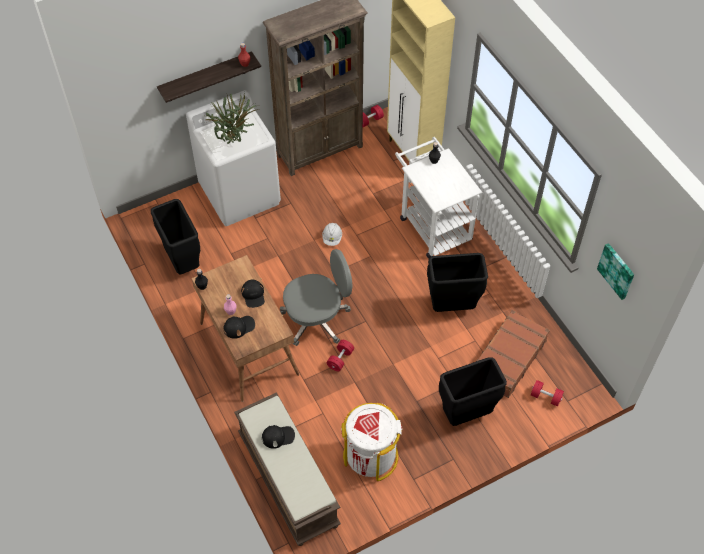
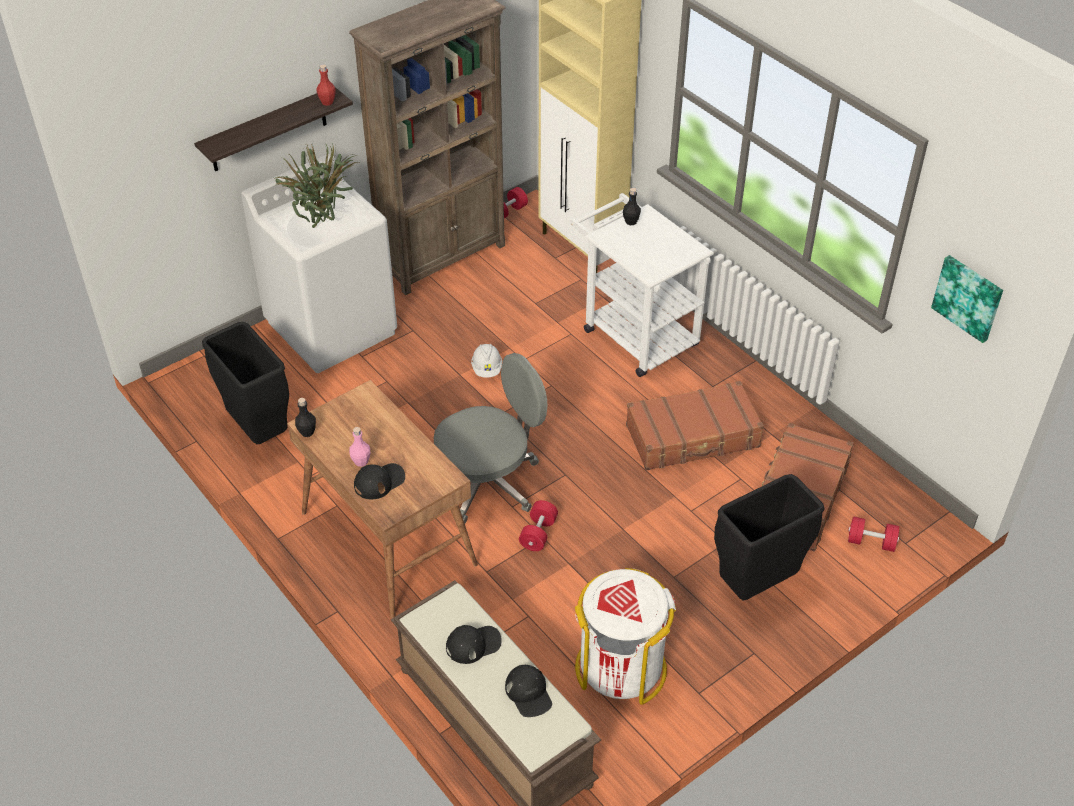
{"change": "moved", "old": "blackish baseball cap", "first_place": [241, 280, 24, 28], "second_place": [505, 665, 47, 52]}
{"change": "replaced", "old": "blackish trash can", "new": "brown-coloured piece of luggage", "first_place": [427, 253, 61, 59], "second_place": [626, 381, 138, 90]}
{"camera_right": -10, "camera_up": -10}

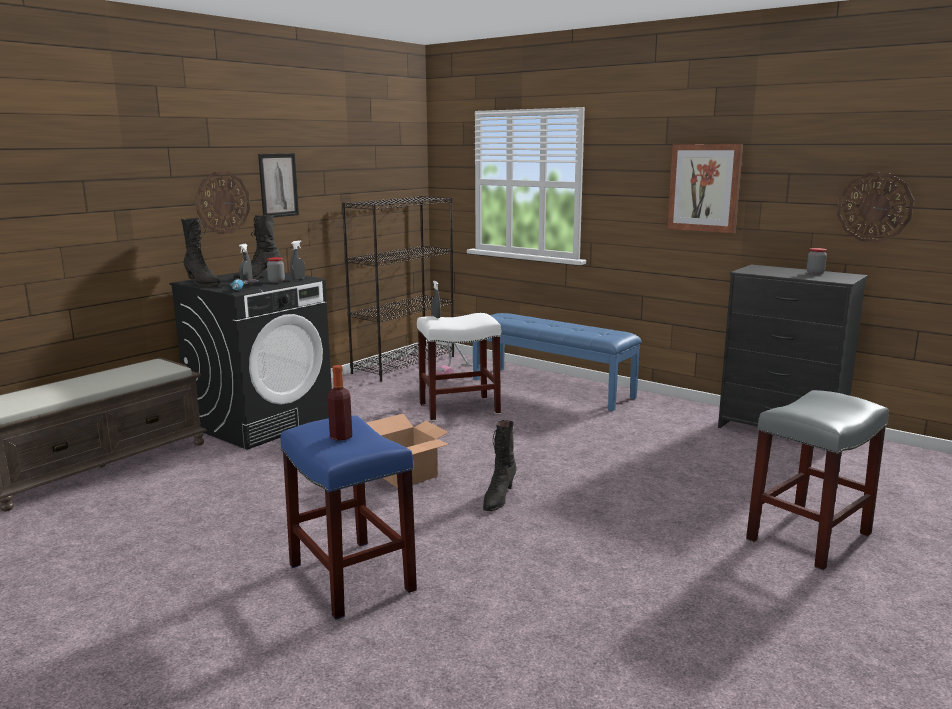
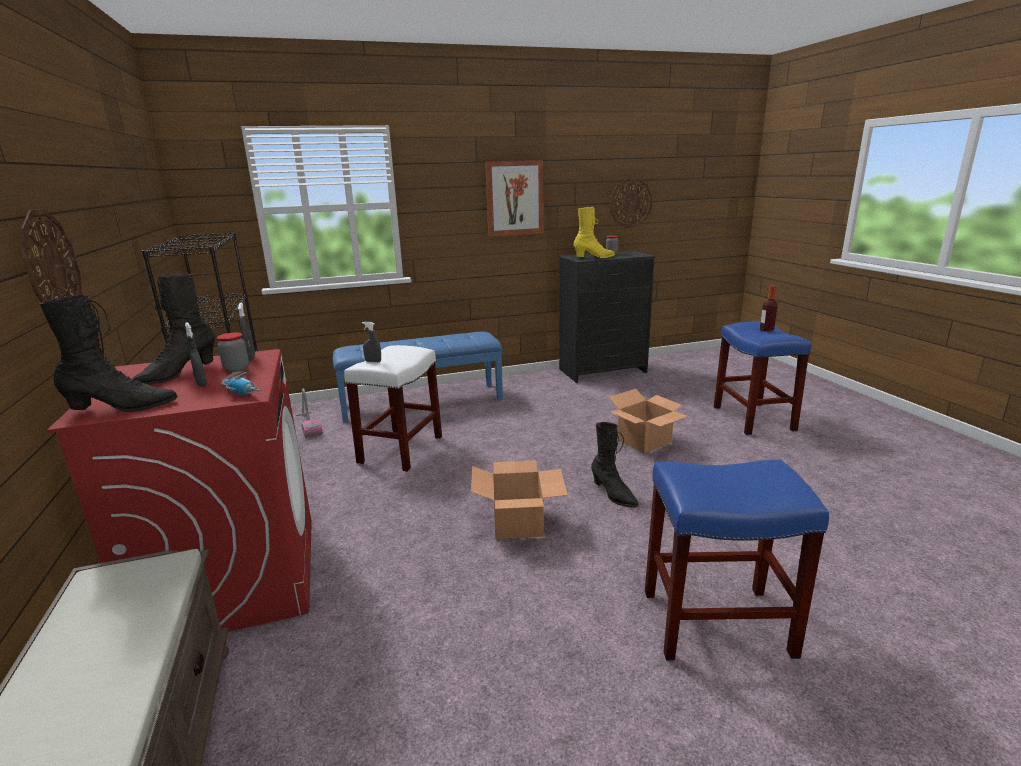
{"change": "recoloured", "old": "blackish laundry machine", "new": "reddish laundry machine", "first_place": [169, 270, 163, 180], "second_place": [47, 349, 265, 283]}
{"change": "turned", "old": "blackish high-top boot", "first_place": [233, 215, 48, 64], "second_place": [132, 274, 83, 111], "degrees": 45}
{"change": "removed", "old": "wall art", "first_place": [258, 153, 41, 64]}
{"change": "moved", "old": "drink bottle", "first_place": [328, 365, 24, 76], "second_place": [760, 285, 18, 46]}
{"change": "recoloured", "old": "greyish stool", "new": "bluish stool", "first_place": [746, 390, 143, 181], "second_place": [714, 322, 97, 113]}
{"change": "added", "new": "yellowish high-top boot", "second_place": [574, 207, 41, 51]}
{"change": "added", "new": "packing box", "second_place": [608, 389, 80, 64]}
{"camera_right": -55, "camera_up": 5}

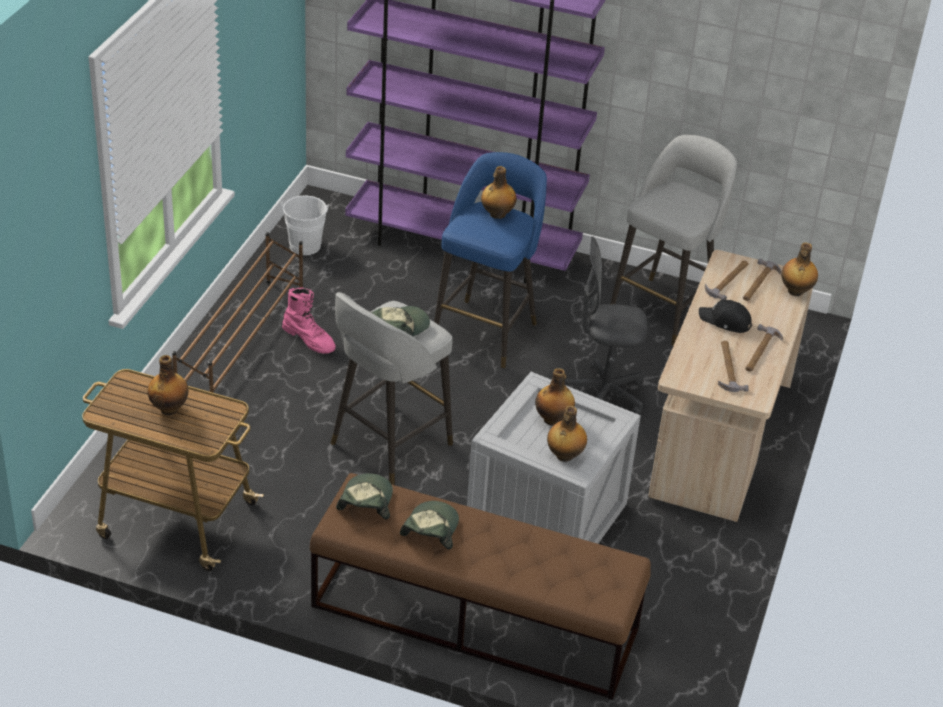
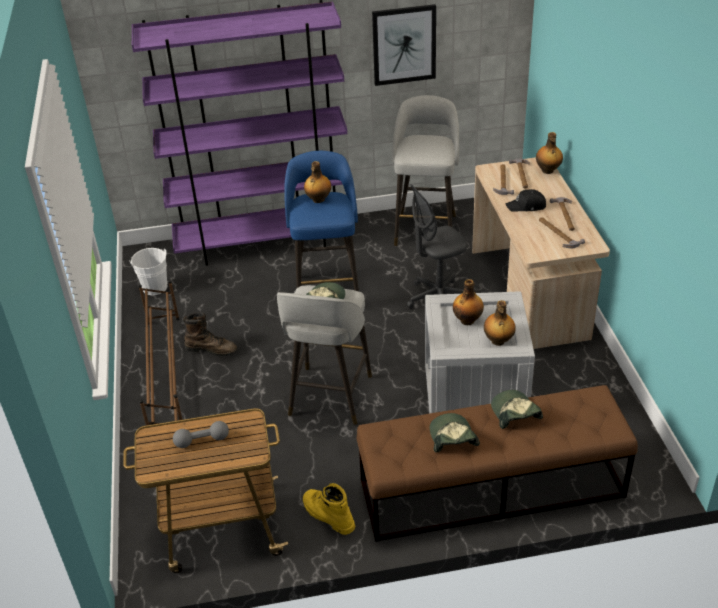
{"change": "replaced", "old": "drink bottle", "new": "greyish dumbbell", "first_place": [148, 355, 41, 60], "second_place": [173, 421, 56, 27]}
{"change": "recoloured", "old": "pinkish high-top boot", "new": "brown-coloured high-top boot", "first_place": [282, 288, 54, 65], "second_place": [184, 312, 54, 44]}
{"change": "moved", "old": "baseball cap", "first_place": [336, 473, 57, 46], "second_place": [491, 390, 52, 39]}
{"change": "added", "new": "yellowish high-top boot", "second_place": [303, 483, 52, 52]}
{"change": "added", "new": "wall art", "second_place": [372, 4, 64, 82]}
{"camera_right": -25, "camera_up": 0}

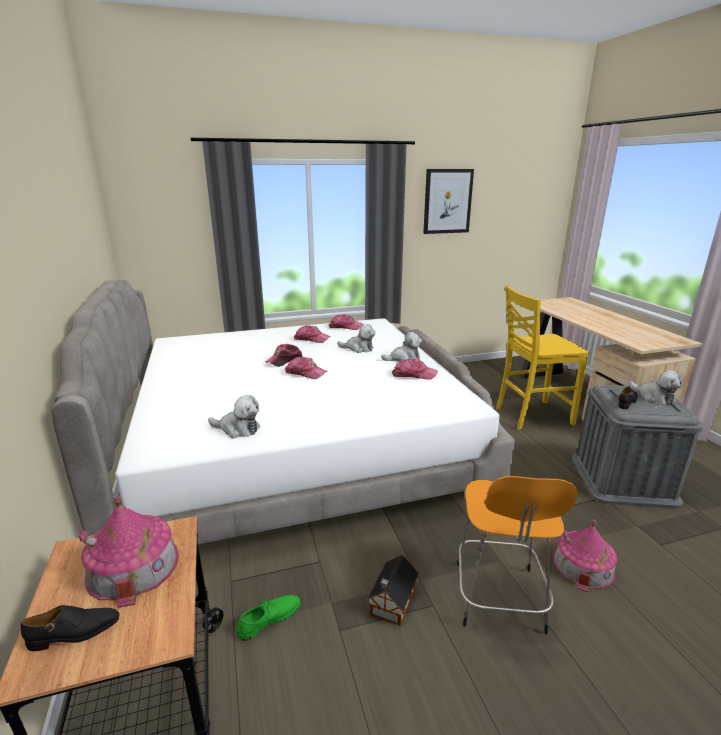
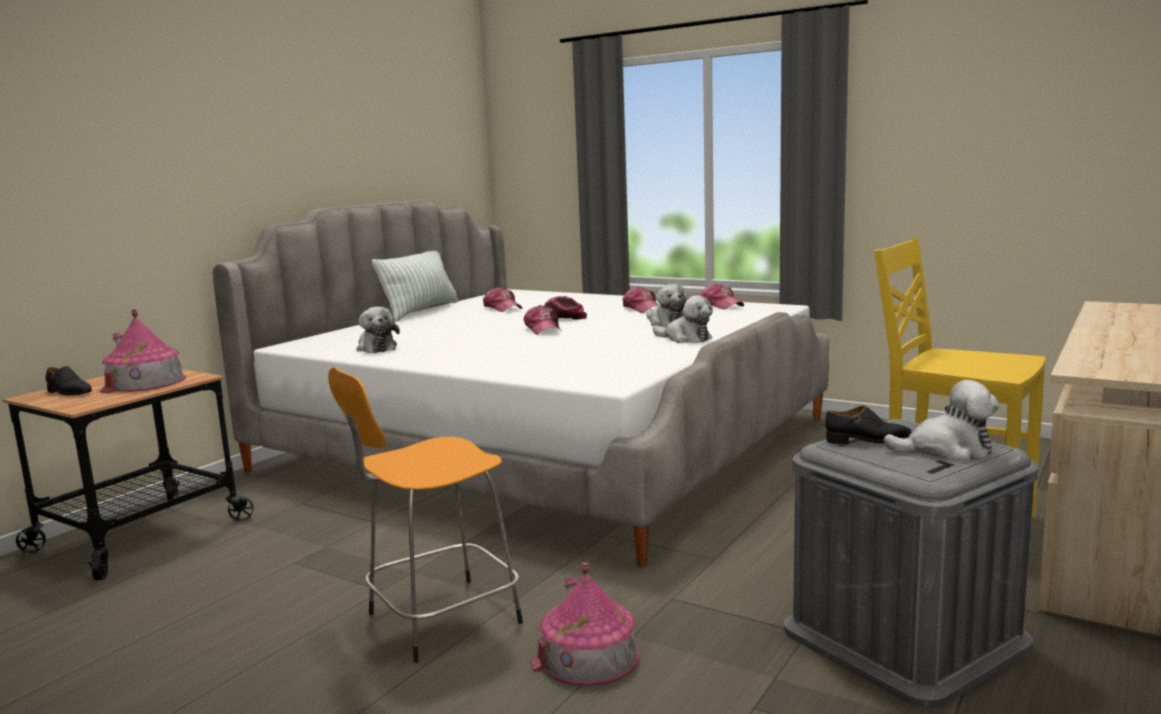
{"change": "removed", "old": "green-coloured shoe", "first_place": [236, 595, 64, 46]}
{"change": "removed", "old": "toy house", "first_place": [367, 555, 52, 70]}
{"change": "moved", "old": "baseball cap", "first_place": [392, 359, 46, 21], "second_place": [483, 287, 39, 25]}
{"change": "removed", "old": "wall art", "first_place": [423, 169, 51, 65]}
{"change": "turned", "old": "cuddly toy", "first_place": [629, 370, 53, 35], "second_place": [884, 380, 116, 82], "degrees": -105}
{"change": "added", "new": "throw pillow", "second_place": [372, 251, 86, 71]}
{"camera_right": 50, "camera_up": -10}

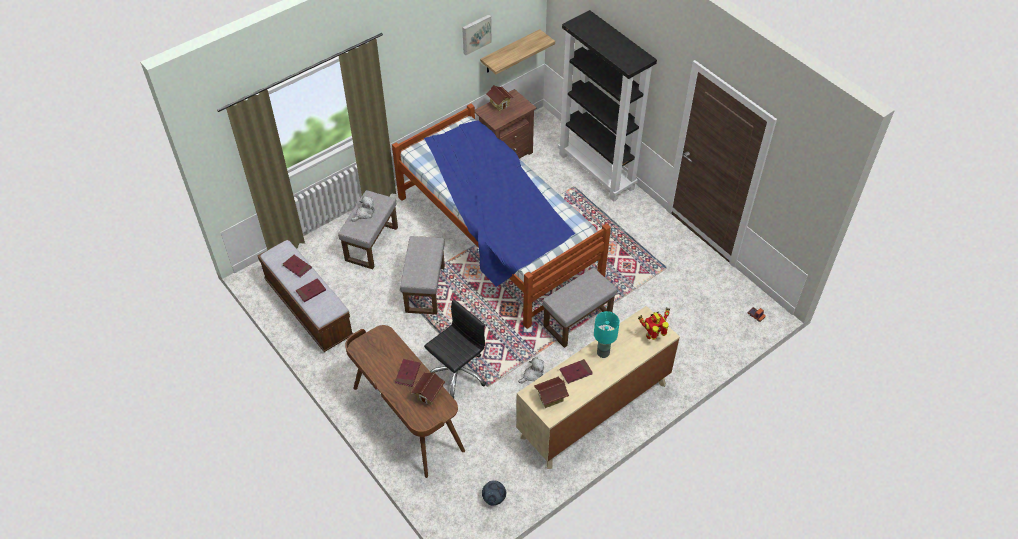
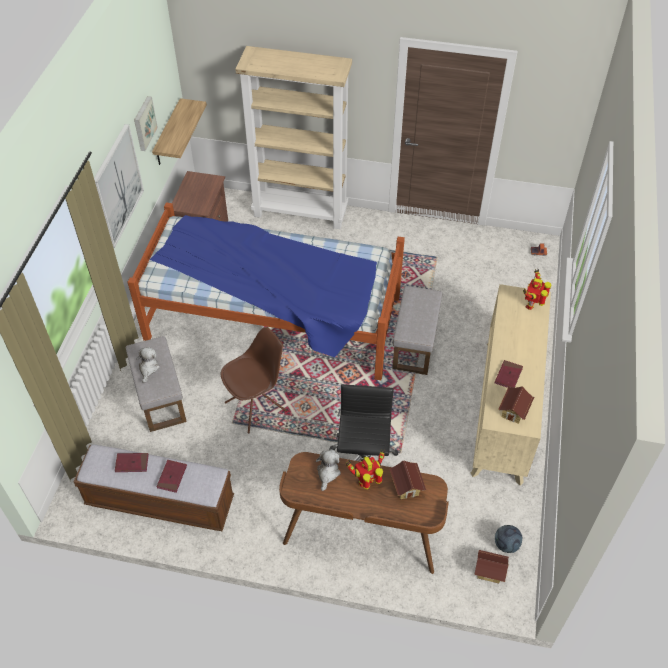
{"change": "replaced", "old": "reddish bound book", "new": "model robot", "first_place": [395, 359, 26, 28], "second_place": [346, 449, 40, 40]}
{"change": "replaced", "old": "greyish ottoman", "new": "brown-coloured upright chair", "first_place": [400, 236, 45, 78], "second_place": [221, 327, 66, 106]}
{"change": "moved", "old": "toy house", "first_place": [487, 85, 26, 26], "second_place": [475, 550, 34, 33]}
{"change": "moved", "old": "cuddly toy", "first_place": [518, 357, 26, 26], "second_place": [316, 449, 25, 42]}
{"change": "recoloured", "old": "blackish bookshelf", "new": "beige bookshelf", "first_place": [558, 10, 99, 191], "second_place": [235, 46, 117, 183]}
{"change": "removed", "old": "turquoise-coloured tabletop lamp", "first_place": [594, 311, 26, 47]}
{"change": "added", "new": "wall art", "second_place": [94, 124, 50, 124]}
{"camera_right": -40, "camera_up": 0}

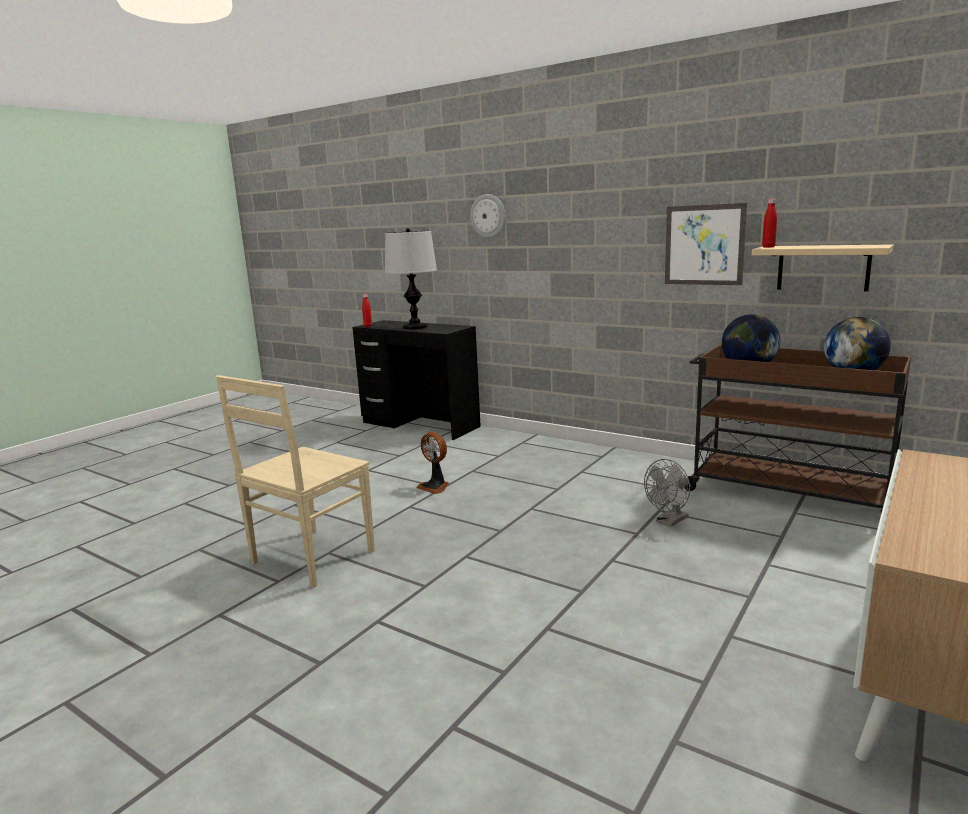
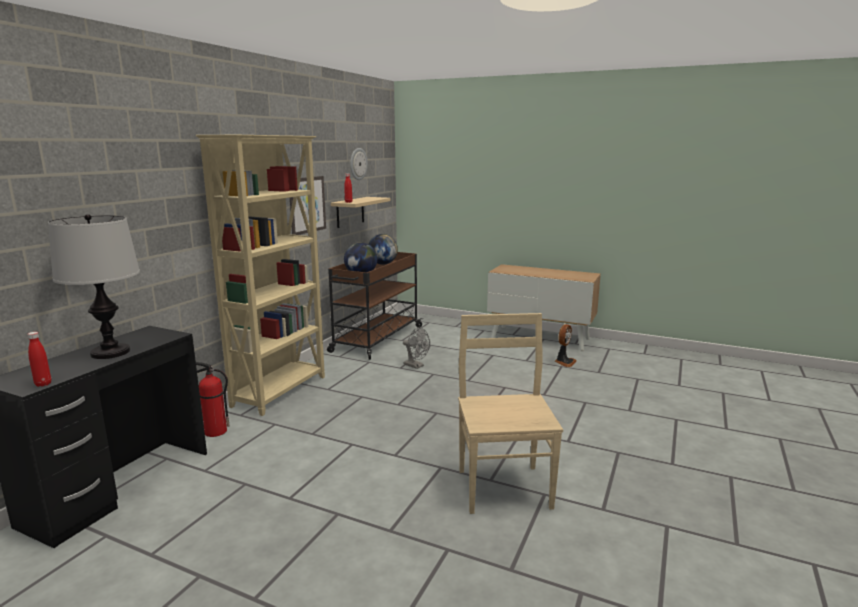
{"change": "turned", "old": "beige upright chair", "first_place": [216, 375, 159, 213], "second_place": [458, 313, 105, 201], "degrees": -120}
{"change": "moved", "old": "electric fan", "first_place": [416, 432, 33, 62], "second_place": [555, 324, 21, 43]}
{"change": "moved", "old": "hanging clock", "first_place": [470, 194, 36, 44], "second_place": [350, 148, 18, 32]}
{"change": "added", "new": "beige bookshelf", "second_place": [196, 135, 129, 281]}
{"change": "added", "new": "fire-fighting cylinder", "second_place": [196, 362, 33, 75]}
{"camera_right": -100, "camera_up": 0}

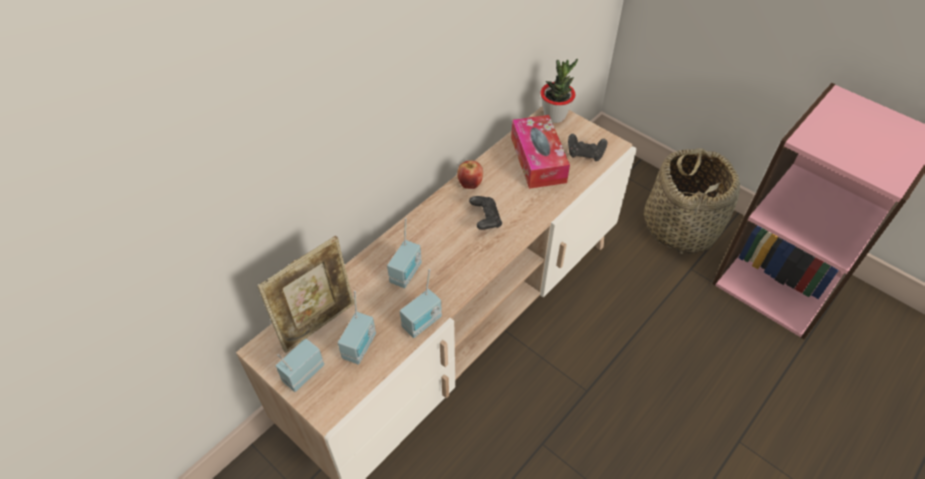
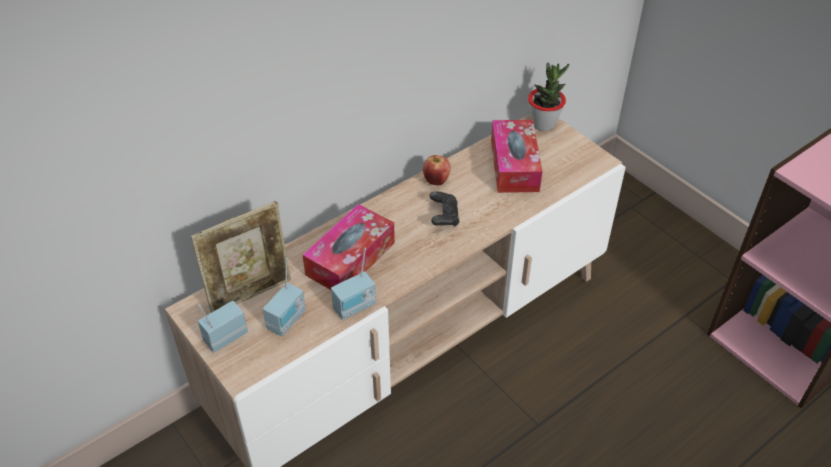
{"change": "replaced", "old": "radio", "new": "tissue holder", "first_place": [387, 218, 35, 70], "second_place": [303, 204, 92, 86]}
{"change": "removed", "old": "blackish joypad", "first_place": [568, 134, 39, 27]}
{"change": "removed", "old": "storage basket", "first_place": [644, 149, 96, 105]}
{"camera_right": 10, "camera_up": -5}

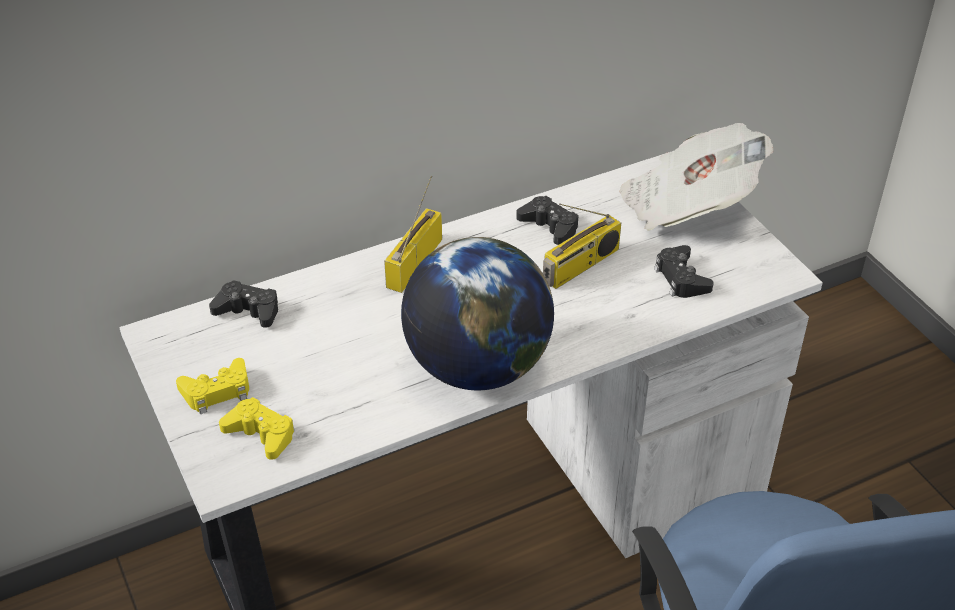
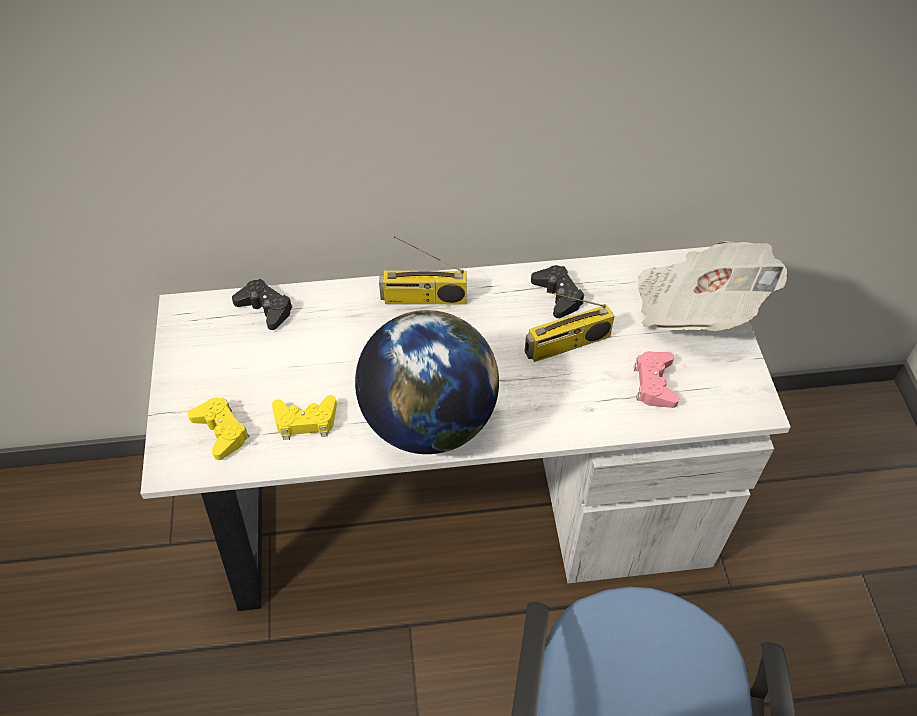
{"change": "moved", "old": "yellowish joypad", "first_place": [176, 358, 73, 56], "second_place": [272, 395, 65, 45]}
{"change": "turned", "old": "radio", "first_place": [384, 176, 58, 117], "second_place": [379, 236, 88, 68], "degrees": -135}
{"change": "recoloured", "old": "blackish joypad", "new": "pinkish joypad", "first_place": [654, 245, 60, 53], "second_place": [634, 351, 45, 57]}
{"camera_right": 20, "camera_up": 10}

